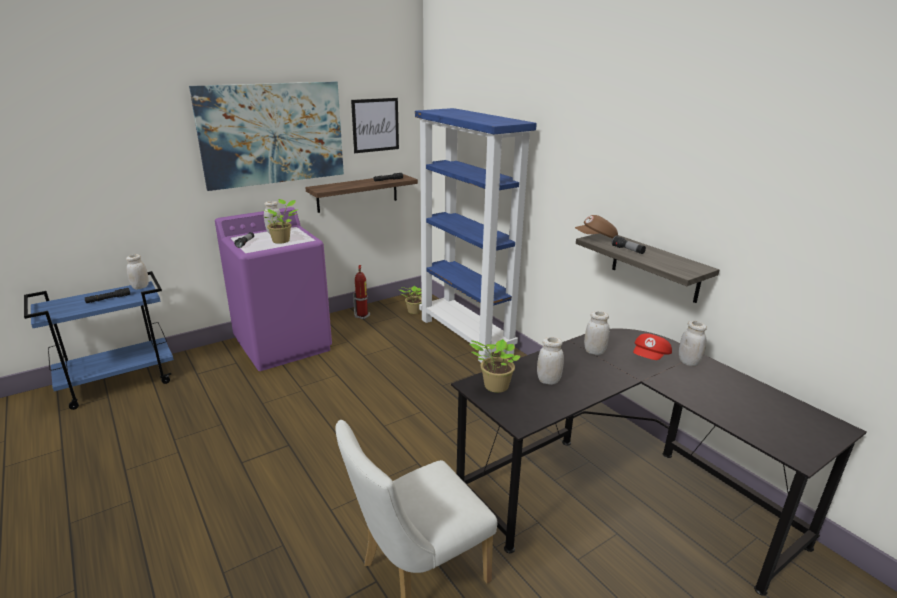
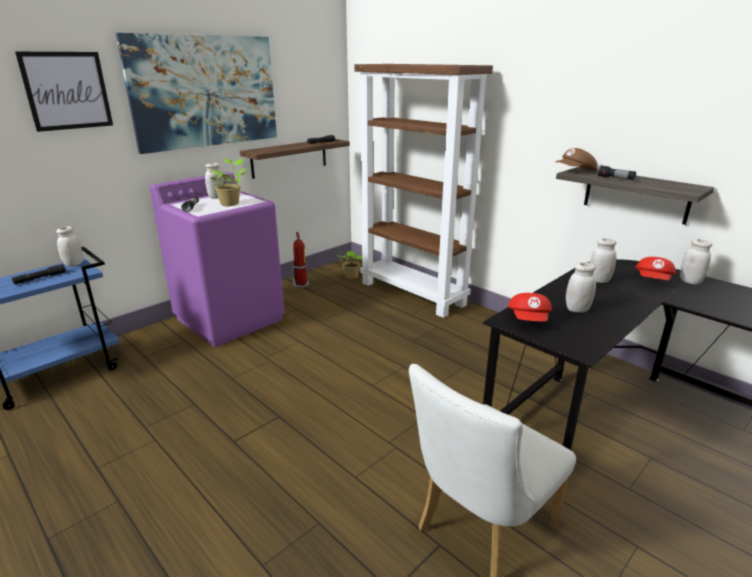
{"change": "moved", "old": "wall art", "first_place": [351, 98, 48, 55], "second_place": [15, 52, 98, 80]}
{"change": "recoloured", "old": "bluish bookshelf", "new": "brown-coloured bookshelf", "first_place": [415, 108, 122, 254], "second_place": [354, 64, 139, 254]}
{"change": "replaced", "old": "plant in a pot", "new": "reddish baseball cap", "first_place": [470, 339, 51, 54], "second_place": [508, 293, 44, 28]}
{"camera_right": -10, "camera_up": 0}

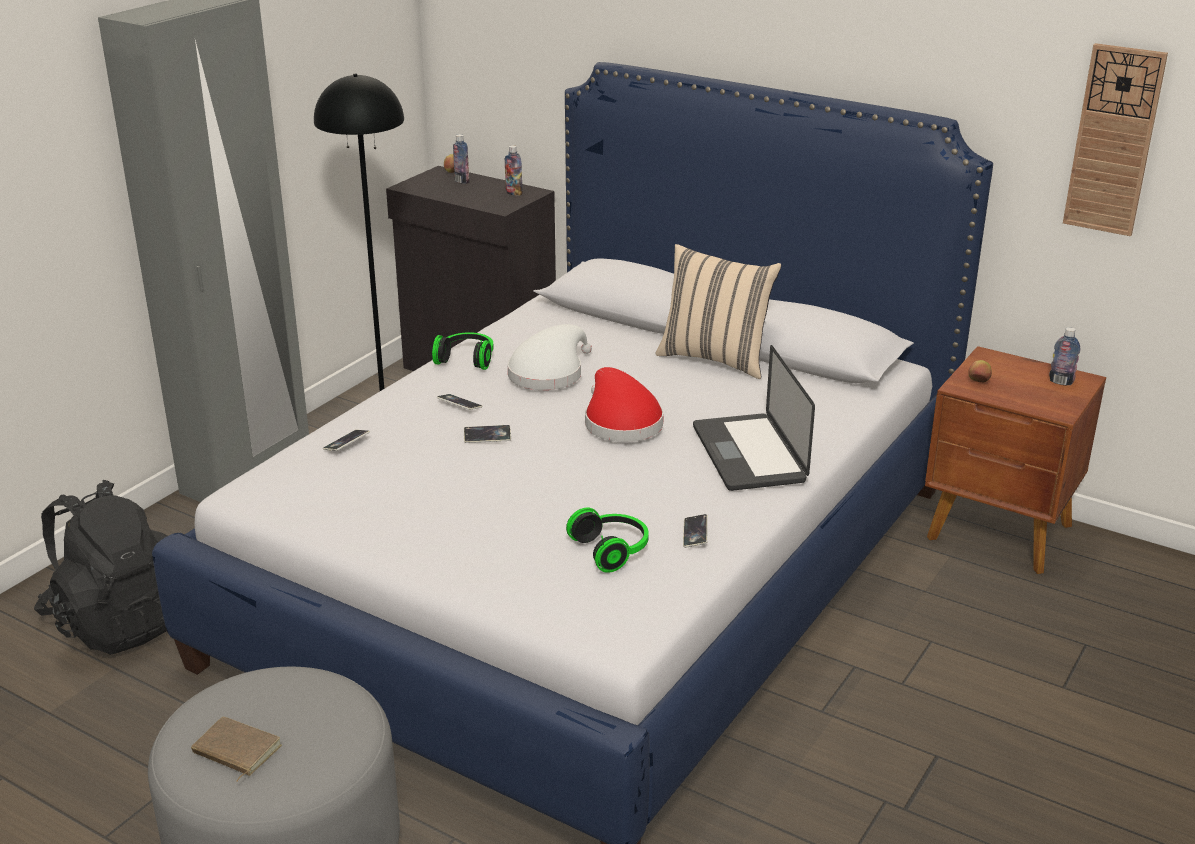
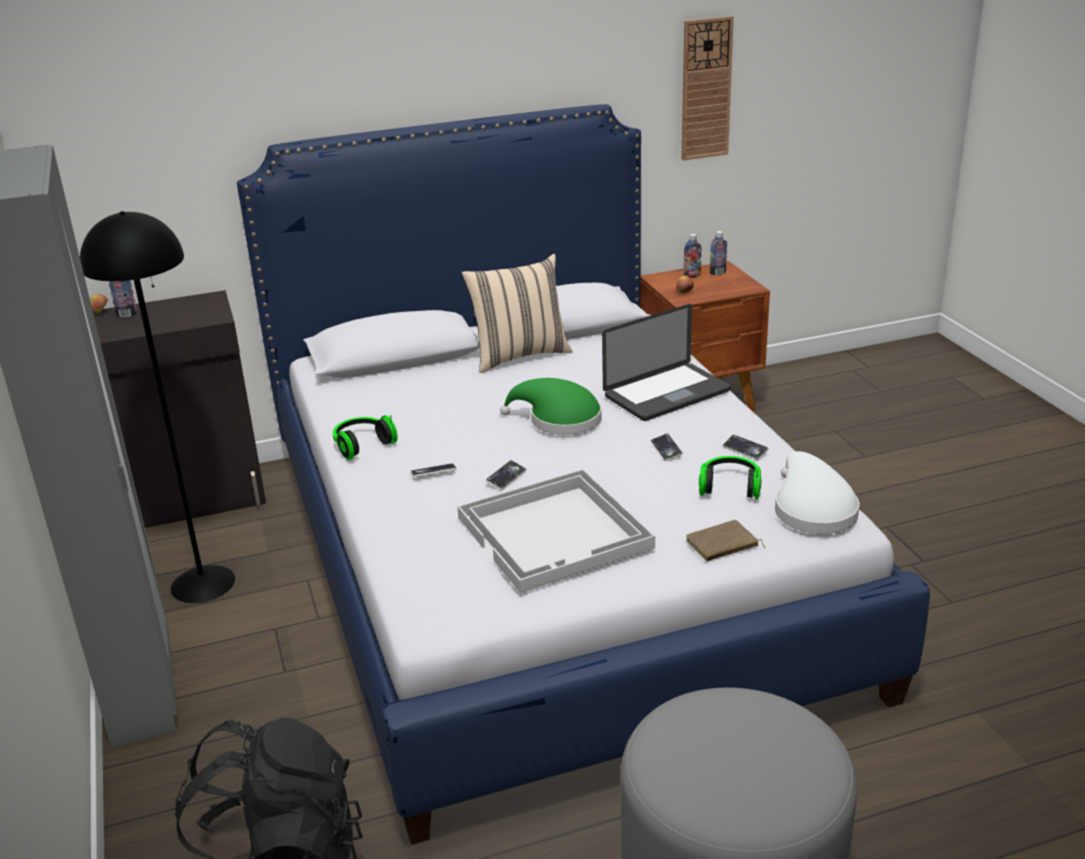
{"change": "moved", "old": "brown-coloured bound book", "first_place": [191, 716, 91, 65], "second_place": [686, 520, 80, 41]}
{"change": "moved", "old": "handset", "first_place": [323, 430, 47, 21], "second_place": [651, 433, 32, 28]}
{"change": "moved", "old": "drink bottle", "first_place": [505, 145, 17, 51], "second_place": [683, 234, 19, 44]}
{"change": "moved", "old": "white clothing hat", "first_place": [508, 324, 84, 66], "second_place": [775, 451, 84, 83]}
{"change": "recoloured", "old": "reddish clothing hat", "new": "green-coloured clothing hat", "first_place": [585, 367, 79, 75], "second_place": [500, 378, 102, 57]}
{"change": "turned", "old": "notebook computer", "first_place": [693, 345, 122, 146], "second_place": [602, 304, 129, 117], "degrees": -60}
{"change": "added", "new": "white carrying tray", "second_place": [457, 469, 198, 124]}
{"camera_right": -50, "camera_up": 0}

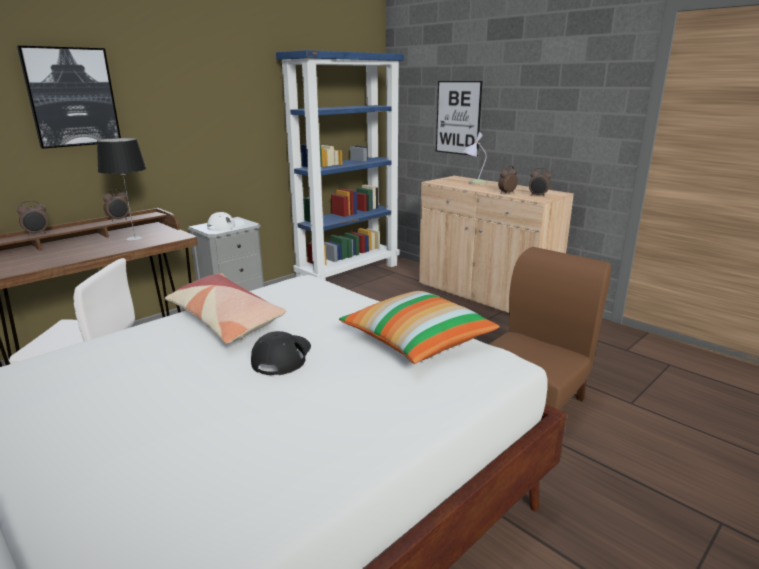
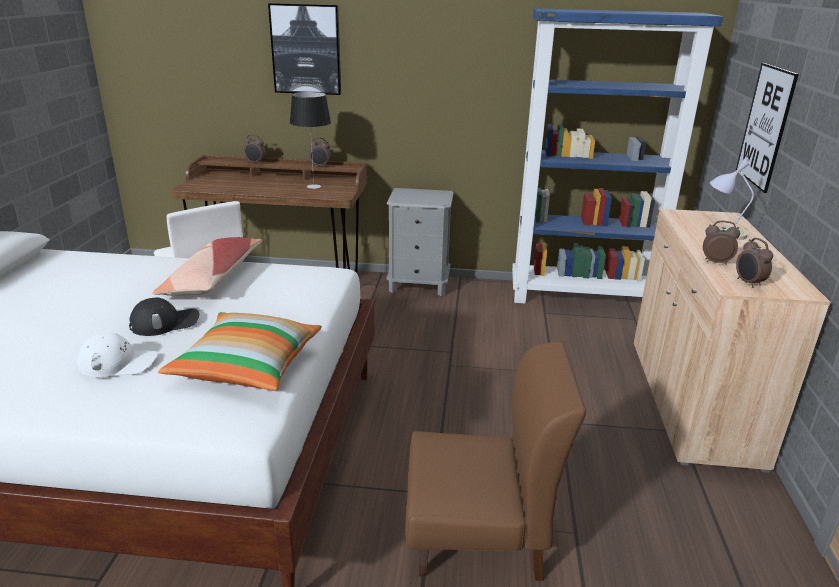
{"change": "moved", "old": "white baseball cap", "first_place": [207, 212, 37, 19], "second_place": [77, 333, 80, 44]}
{"camera_right": 50, "camera_up": 5}

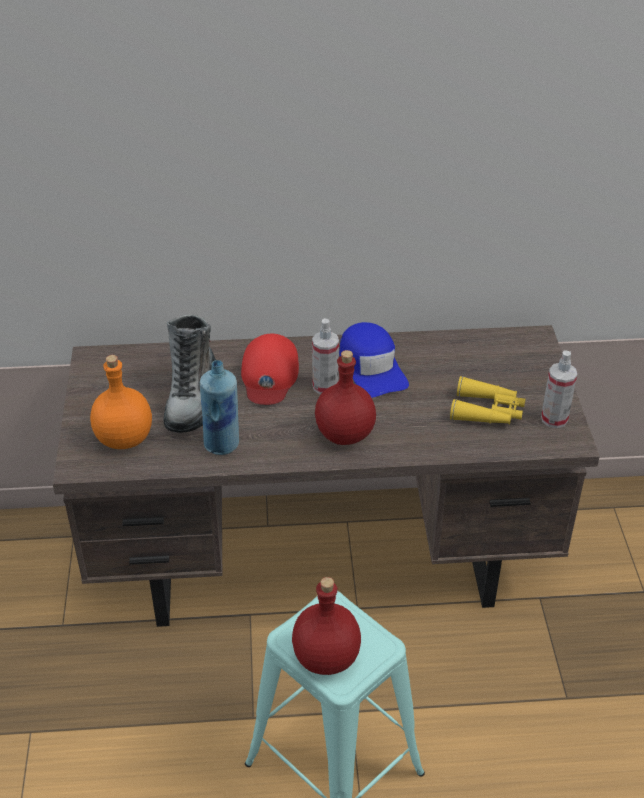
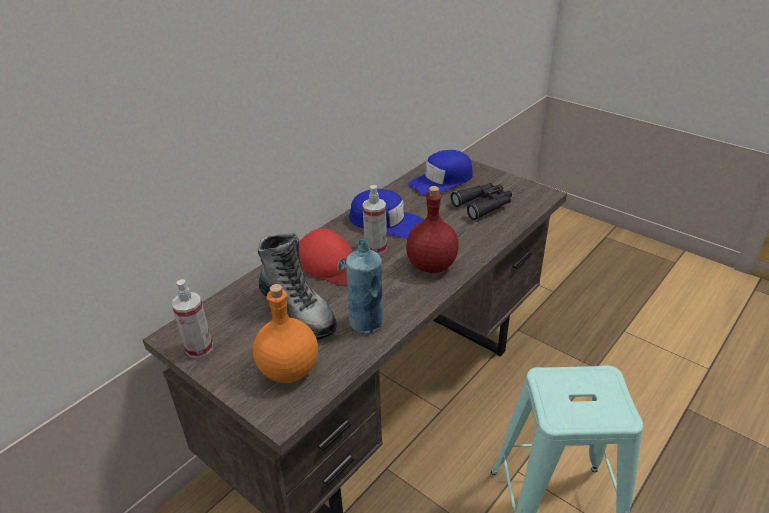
{"change": "removed", "old": "reddish drink bottle", "first_place": [292, 577, 69, 98]}
{"change": "recoloured", "old": "yellowish field glasses", "new": "blackish field glasses", "first_place": [450, 376, 75, 48], "second_place": [451, 183, 61, 37]}
{"change": "moved", "old": "sprayer", "first_place": [541, 350, 36, 78], "second_place": [172, 279, 41, 79]}
{"change": "added", "new": "bluish baseball cap", "second_place": [408, 150, 65, 46]}
{"camera_right": -45, "camera_up": -5}

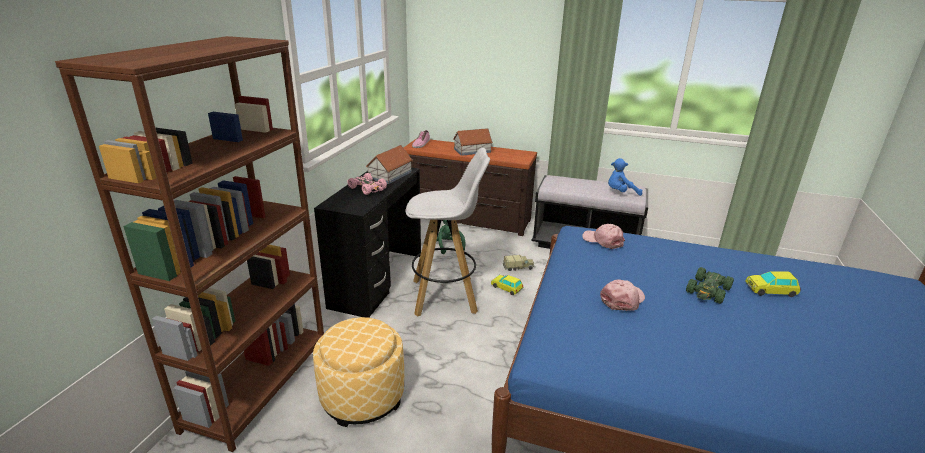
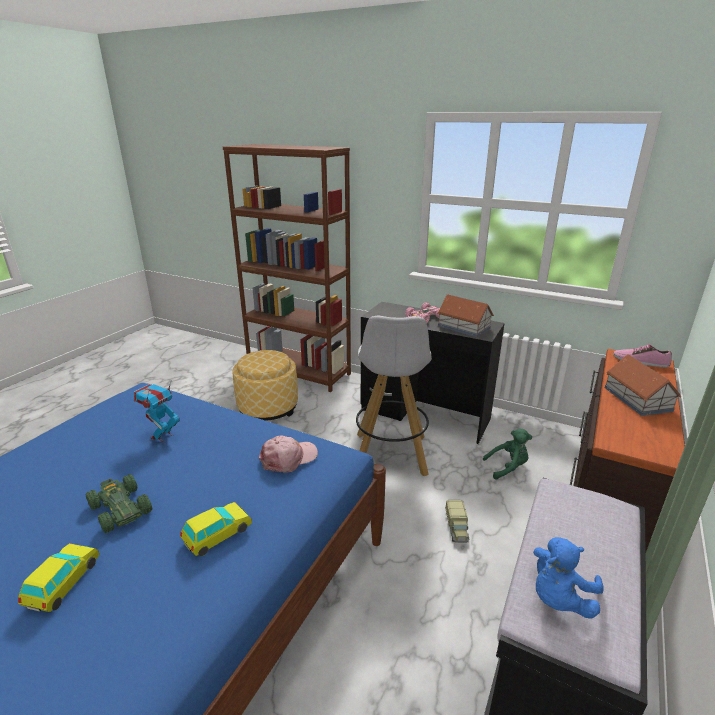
{"change": "moved", "old": "miniature car", "first_place": [491, 275, 32, 20], "second_place": [180, 502, 72, 54]}
{"change": "replaced", "old": "pinkish baseball cap", "new": "model robot", "first_place": [600, 280, 45, 31], "second_place": [134, 380, 46, 62]}
{"change": "turned", "old": "bluish cuddly toy", "first_place": [608, 158, 34, 38], "second_place": [533, 537, 71, 82], "degrees": -135}
{"camera_right": 100, "camera_up": 0}

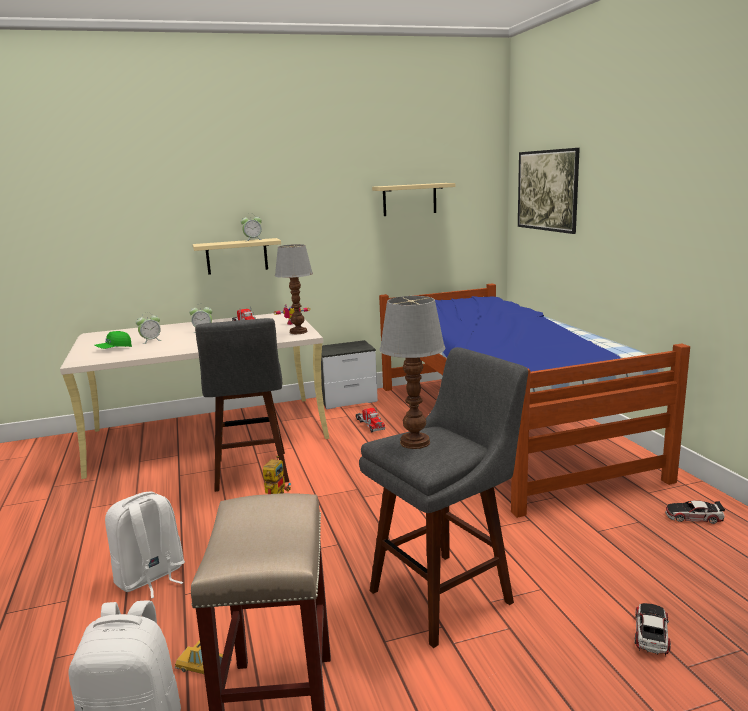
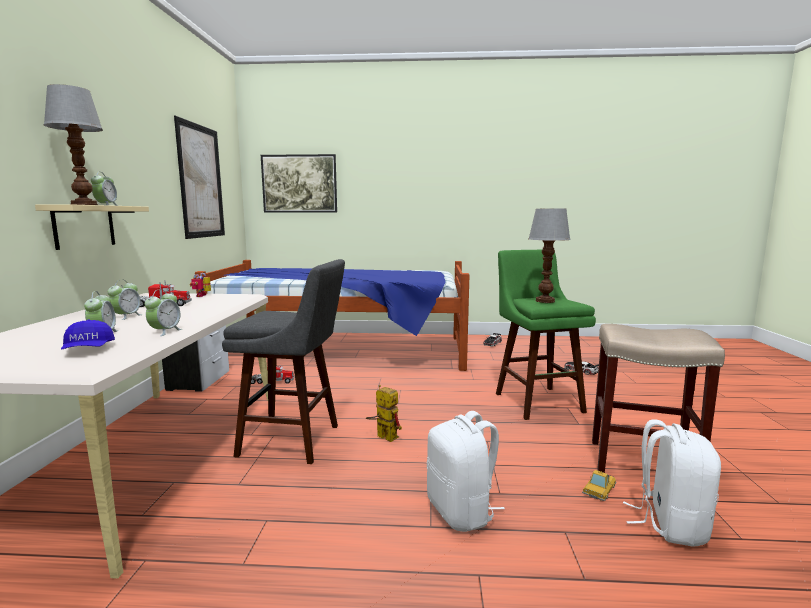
{"change": "recoloured", "old": "green-coloured baseball cap", "new": "bluish baseball cap", "first_place": [94, 331, 38, 18], "second_place": [61, 319, 54, 31]}
{"change": "moved", "old": "tabletop lamp", "first_place": [275, 244, 38, 90], "second_place": [44, 84, 59, 121]}
{"change": "recoloured", "old": "greyish stool", "new": "green-coloured stool", "first_place": [359, 347, 169, 301], "second_place": [496, 250, 100, 170]}
{"change": "replaced", "old": "beige wall shelf", "new": "wall art", "first_place": [372, 183, 83, 33], "second_place": [174, 115, 51, 124]}
{"change": "added", "new": "table clock", "second_place": [145, 289, 37, 47]}
{"camera_right": -70, "camera_up": -5}

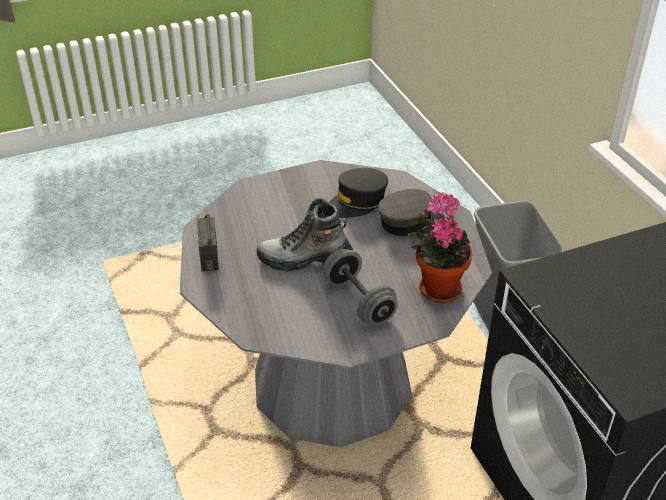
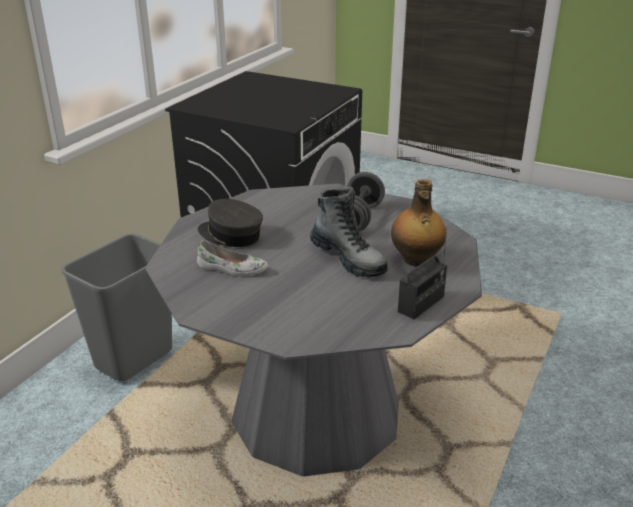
{"change": "replaced", "old": "blackish baseball cap", "new": "white shoe", "first_place": [330, 168, 58, 50], "second_place": [197, 240, 71, 37]}
{"change": "removed", "old": "plant in a pot", "first_place": [411, 192, 61, 111]}
{"change": "added", "new": "drink bottle", "second_place": [391, 179, 55, 87]}
{"camera_right": -130, "camera_up": -10}

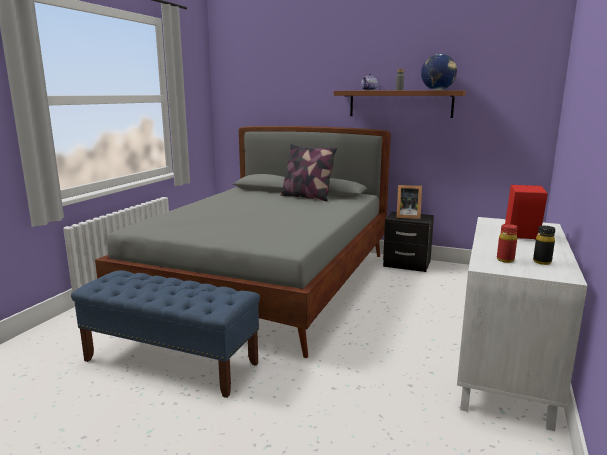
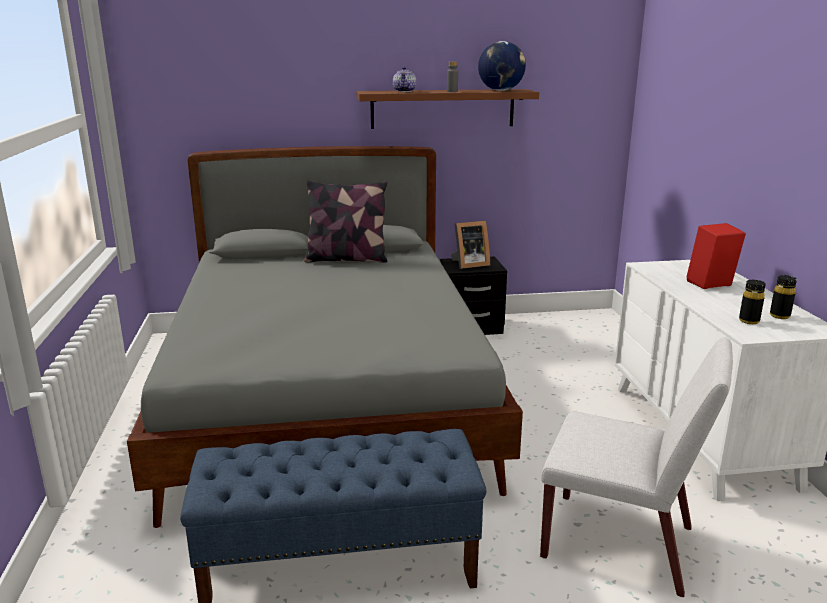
{"change": "recoloured", "old": "reddish drink bottle", "new": "blackish drink bottle", "first_place": [497, 224, 21, 39], "second_place": [739, 280, 27, 44]}
{"change": "added", "new": "white upright chair", "second_place": [540, 337, 193, 260]}
{"camera_right": -30, "camera_up": 5}

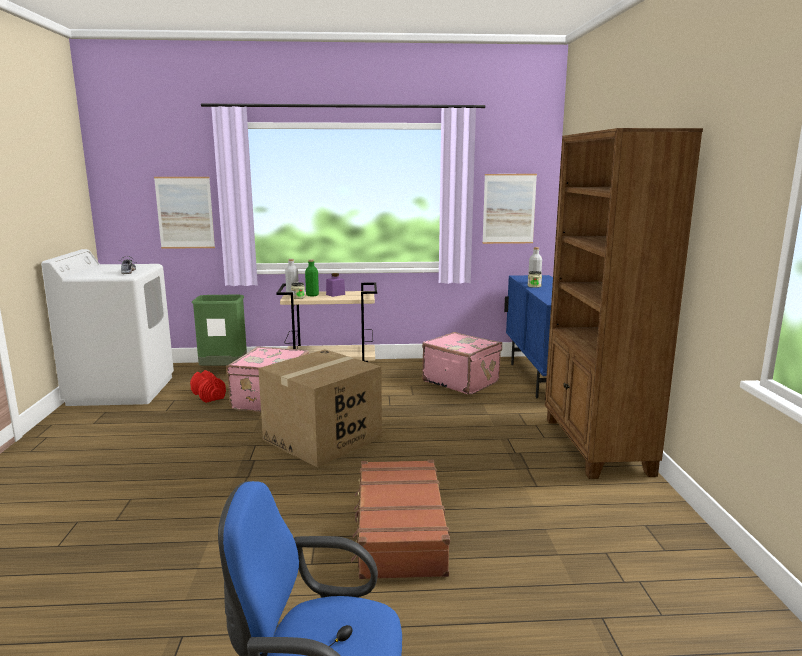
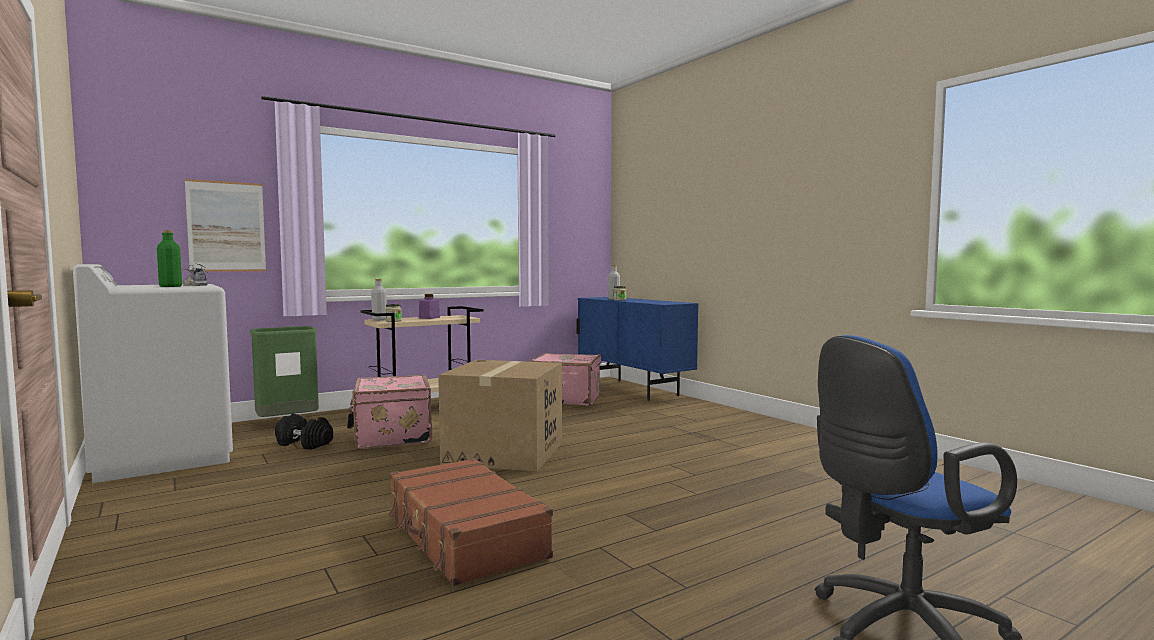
{"change": "recoloured", "old": "reddish dumbbell", "new": "blackish dumbbell", "first_place": [190, 370, 36, 33], "second_place": [275, 414, 58, 36]}
{"change": "moved", "old": "green-coloured drink bottle", "first_place": [305, 259, 14, 37], "second_place": [157, 230, 25, 57]}
{"change": "moved", "old": "brown-coloured piece of luggage", "first_place": [351, 460, 99, 119], "second_place": [388, 458, 165, 128]}
{"change": "removed", "old": "wall art", "first_place": [482, 174, 55, 70]}
{"change": "removed", "old": "brown-coloured bookshelf", "first_place": [545, 128, 158, 351]}
{"camera_right": -30, "camera_up": -10}

